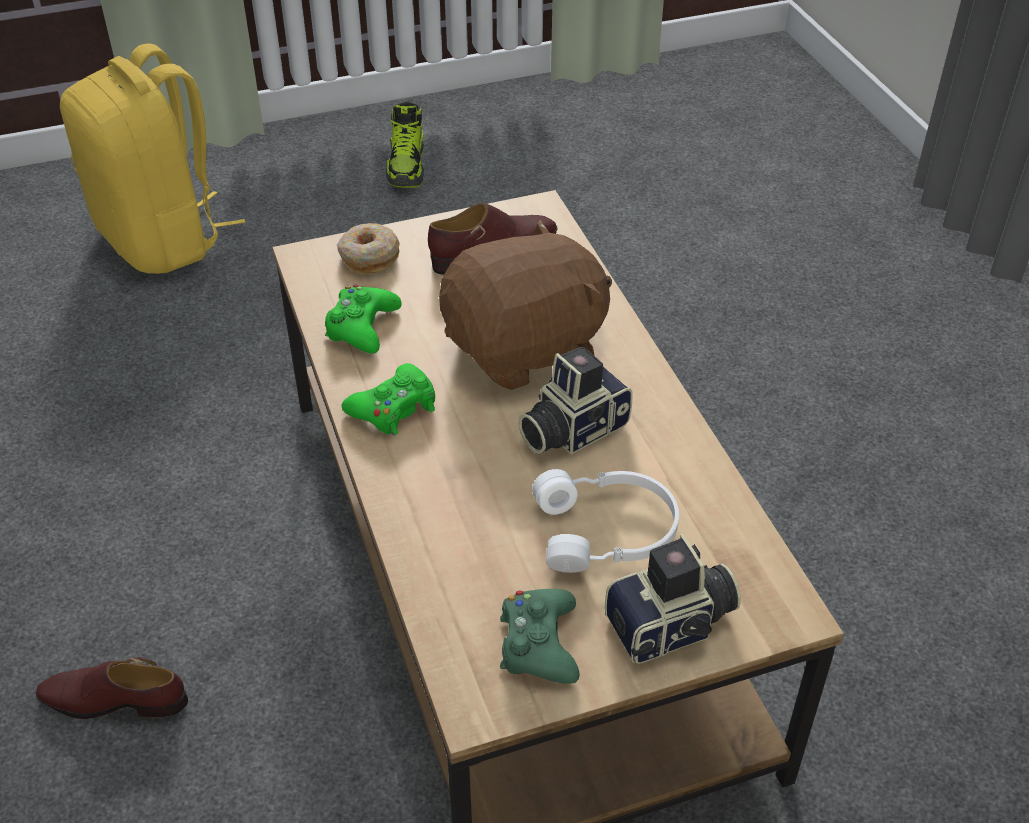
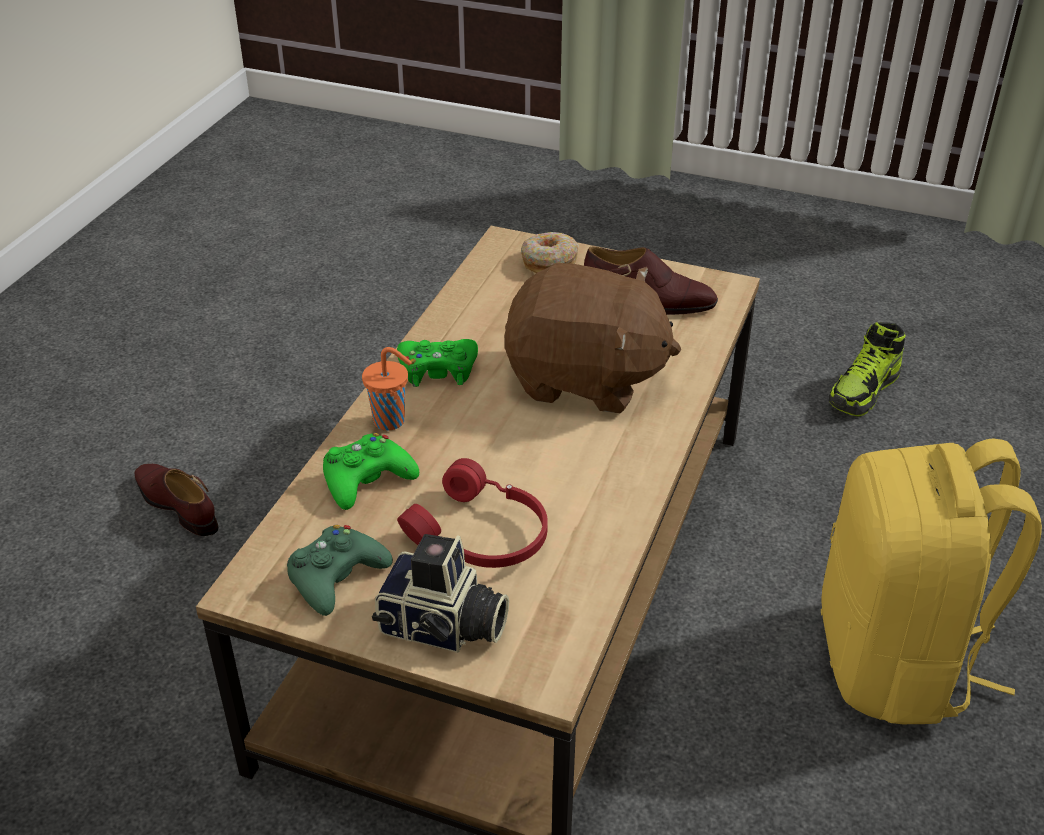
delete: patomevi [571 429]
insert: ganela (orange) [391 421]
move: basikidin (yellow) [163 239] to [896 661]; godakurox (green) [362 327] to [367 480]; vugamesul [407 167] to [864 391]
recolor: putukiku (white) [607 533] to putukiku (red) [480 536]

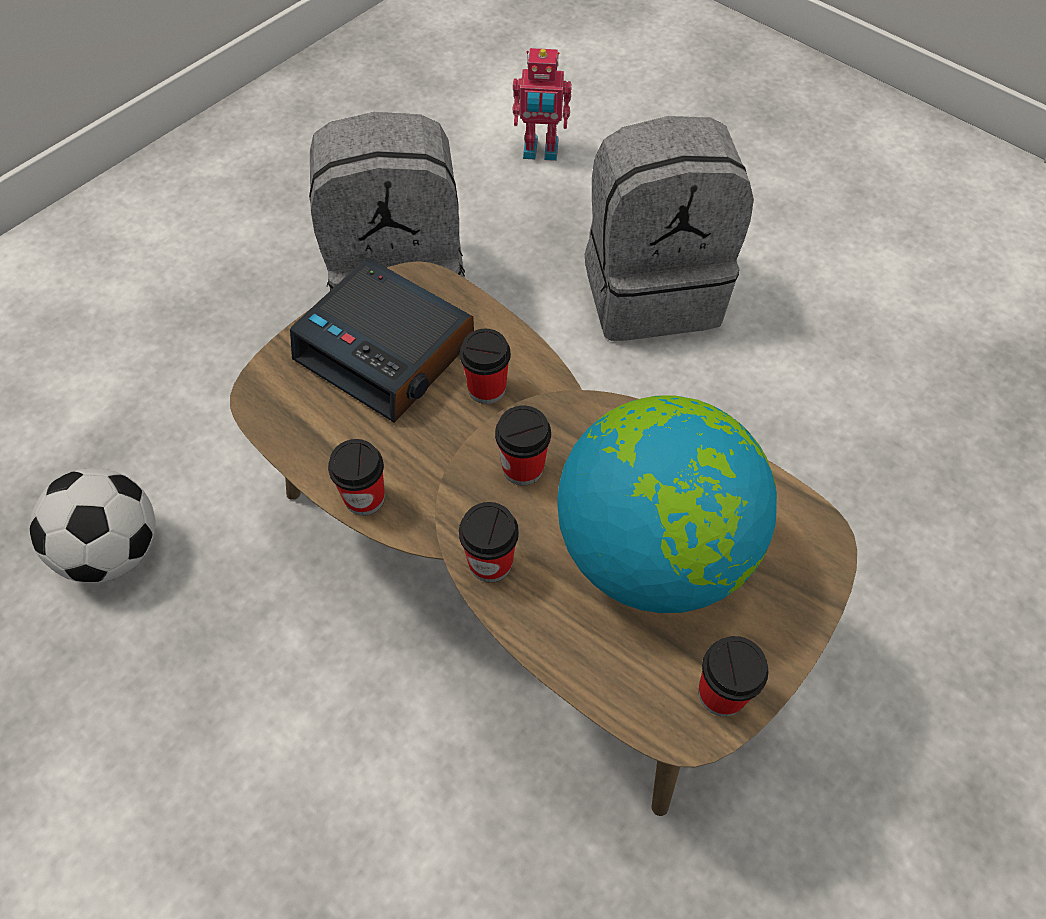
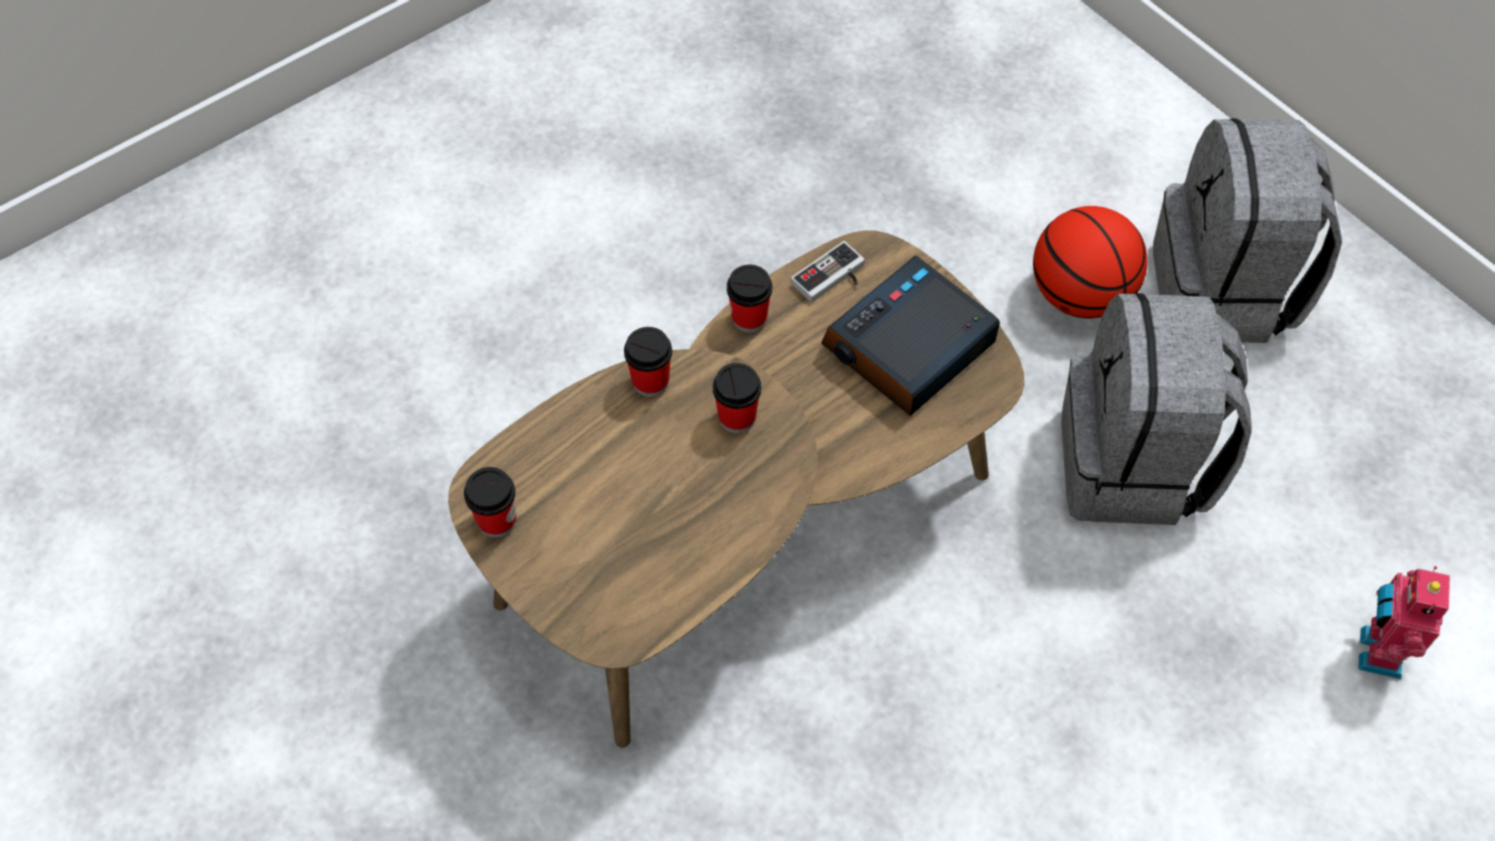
delete: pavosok [114 551]; ganela [487 389]; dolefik [653 551]
insert: godakurox [832 279]; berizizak [1079 295]
move: basikidin (grey) [652 290] to [1223 291]

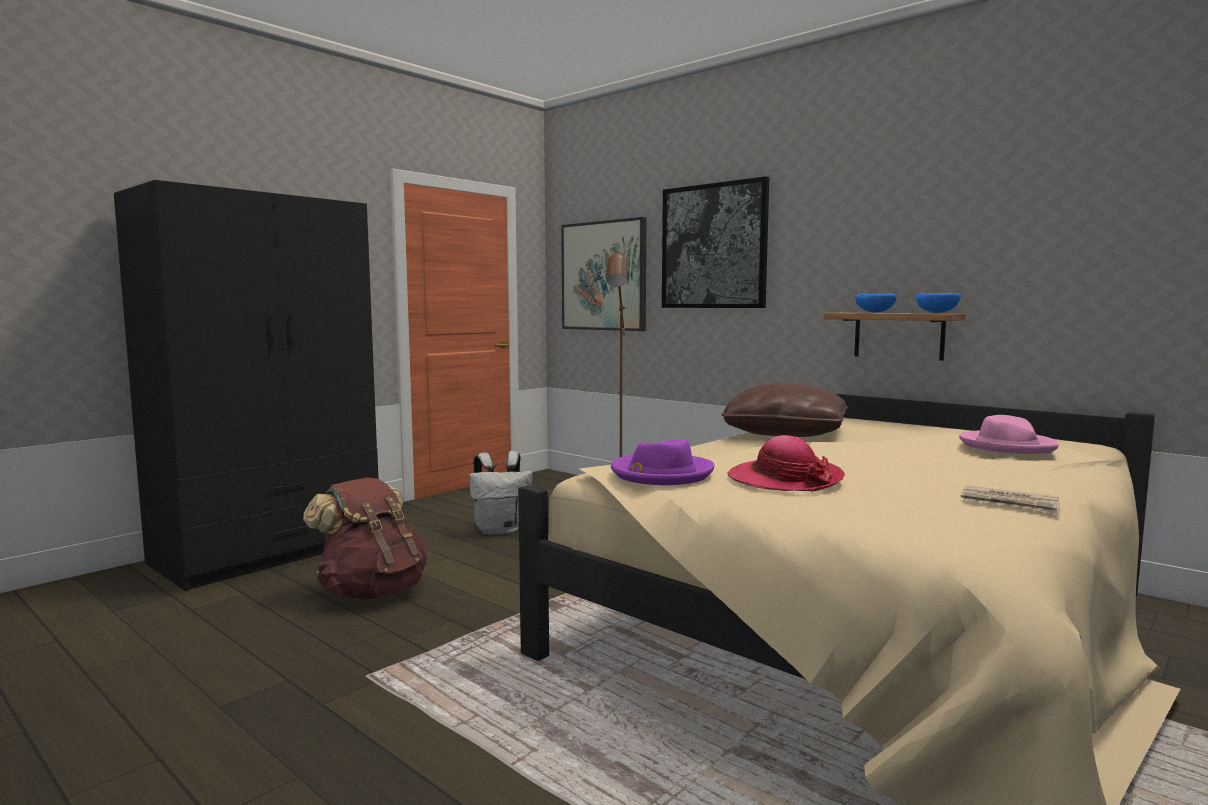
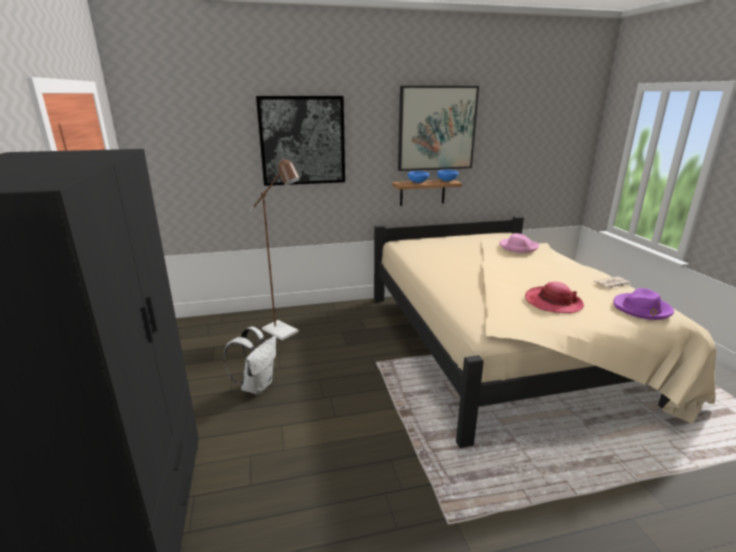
delete: basikidin (brown) [372 592]; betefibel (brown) [785 434]
move: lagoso [604 276] to [436 128]; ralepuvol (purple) [661 474] to [642 309]

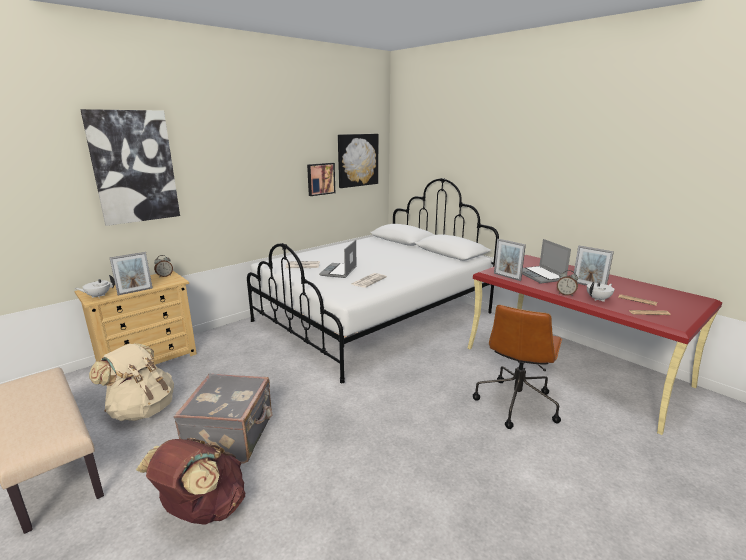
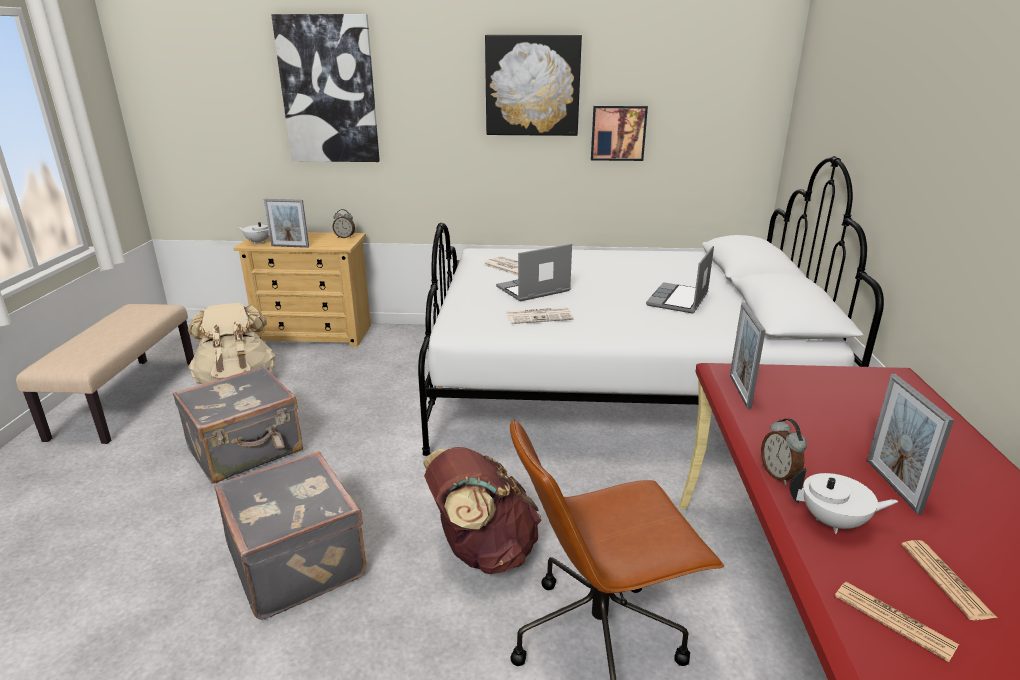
insert: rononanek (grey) [299 560]
move: basikidin (brown) [202 510] to [482 551]; lagoso [357 160] to [532 86]; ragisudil [541 276] to [678 300]

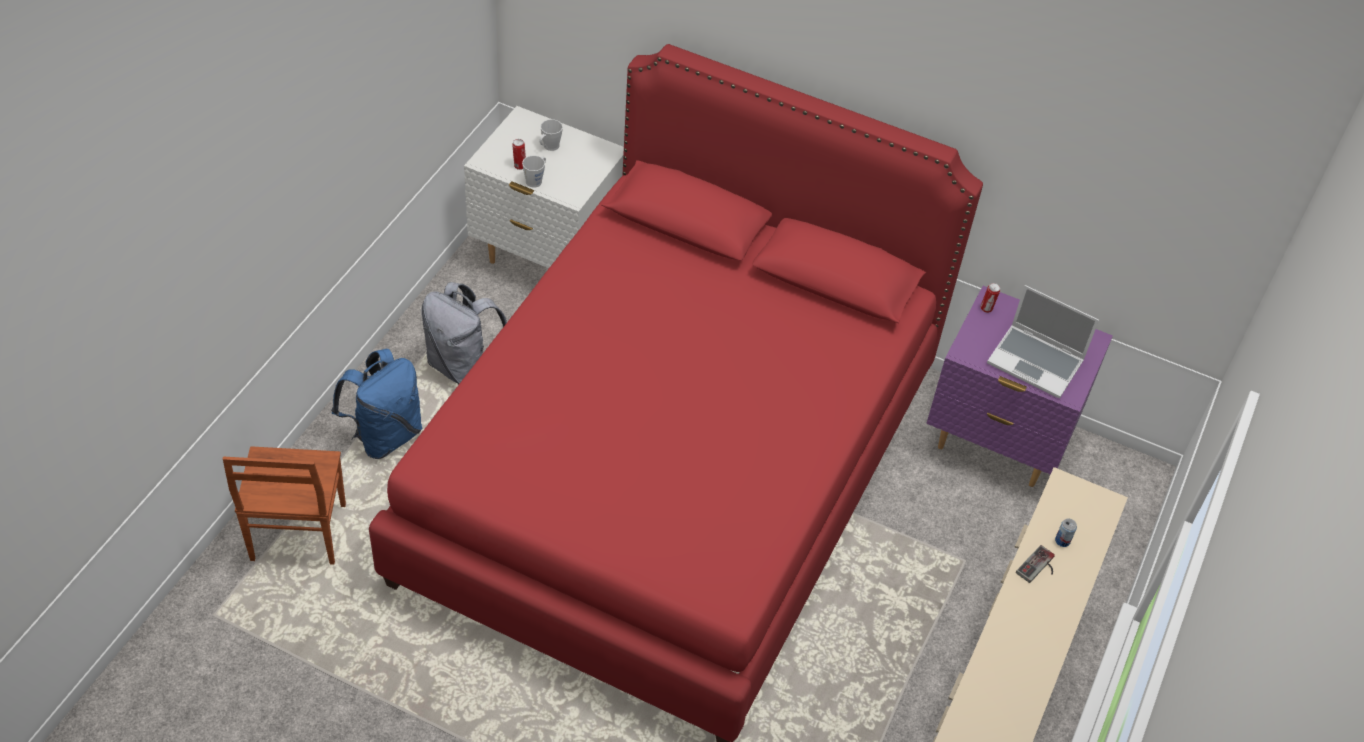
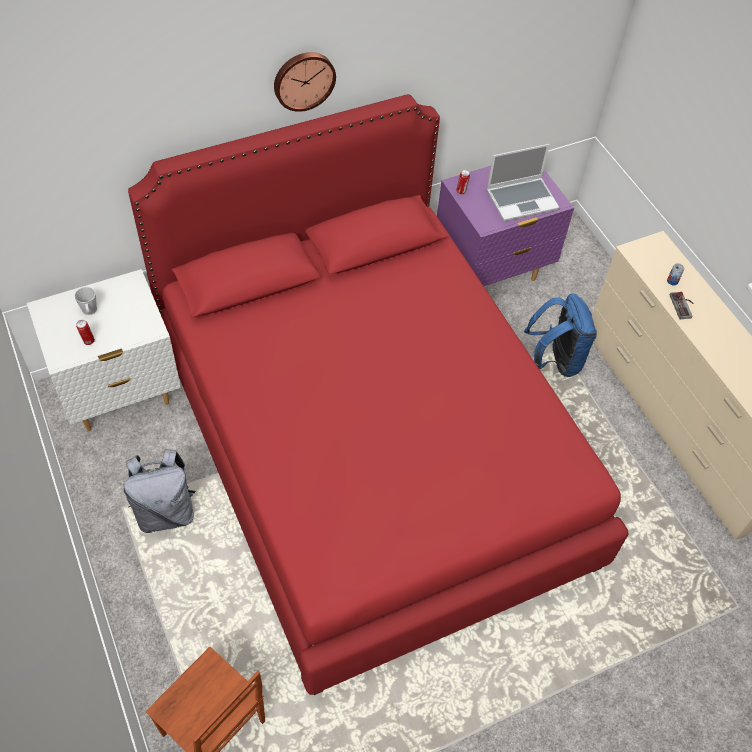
delete: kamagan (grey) [536 180]
insert: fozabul [303 80]
move: basikidin (blue) [385 435] to [555 360]

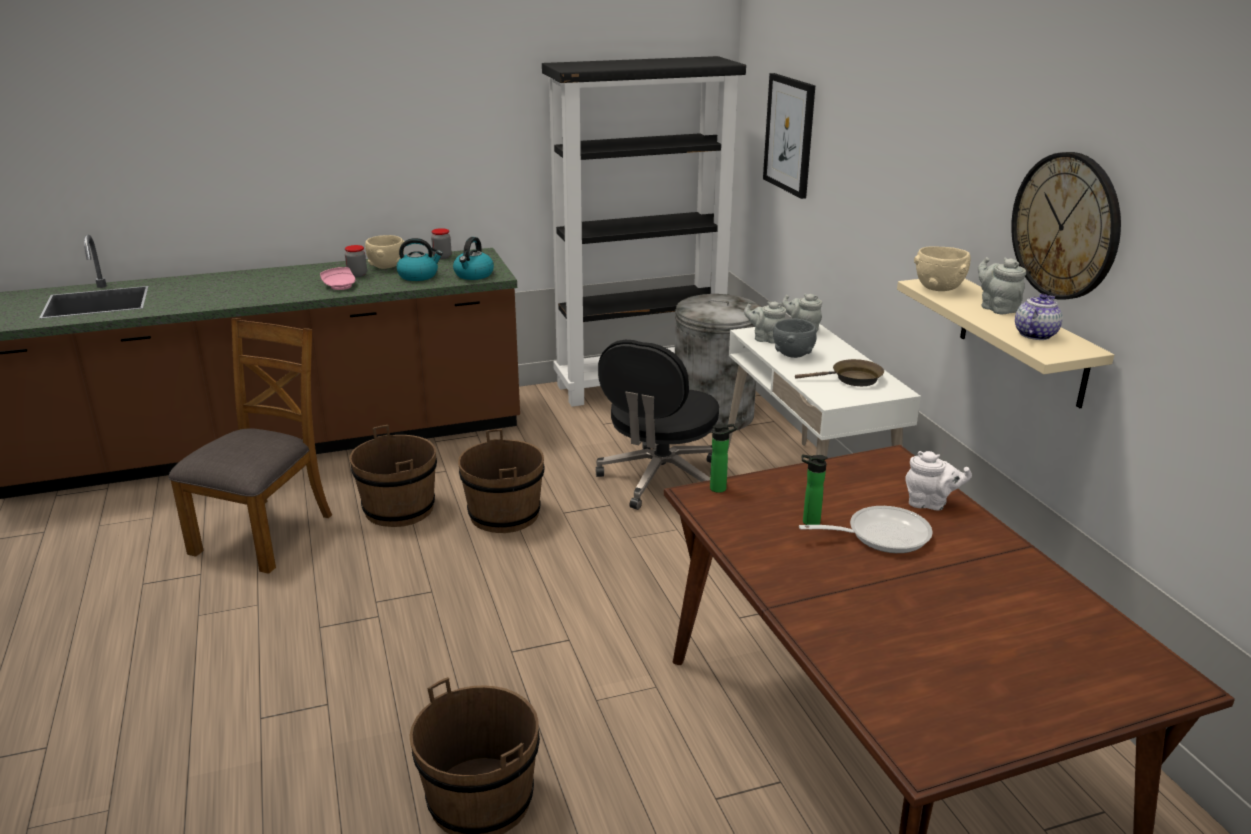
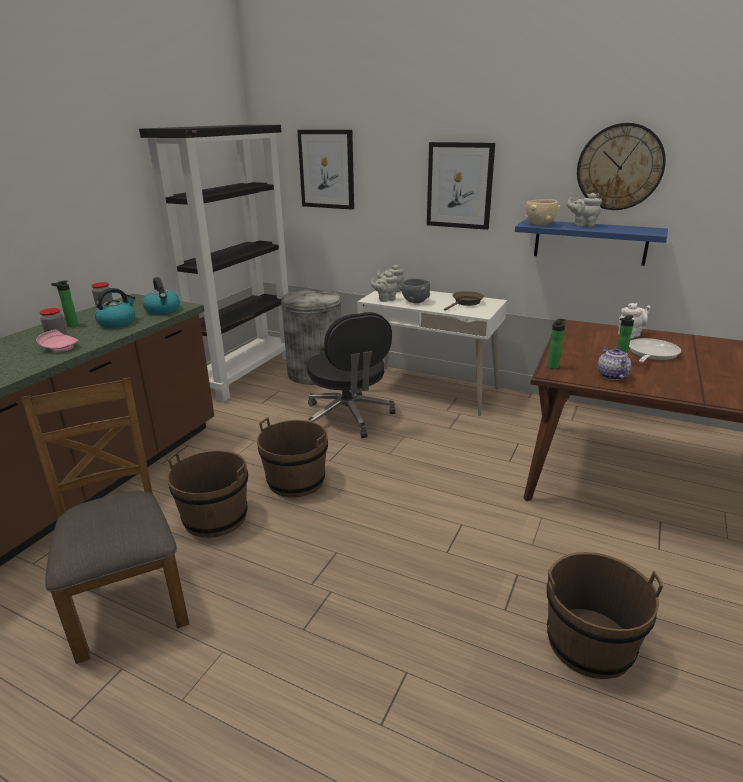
insert: lagoso [459 185]
move: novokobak [1035 334] to [611 375]
replace: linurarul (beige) [386 266] to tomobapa [70 325]
recolor: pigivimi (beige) [1022 340] to pigivimi (blue) [590 242]

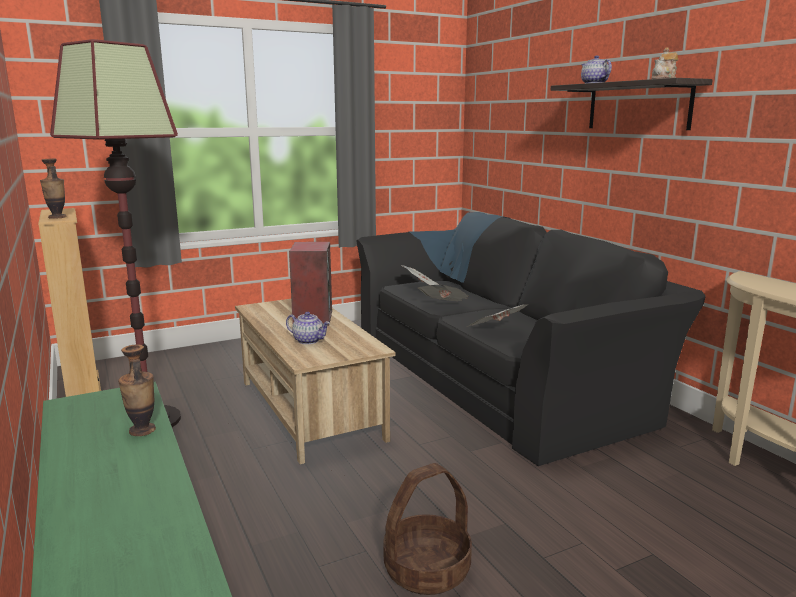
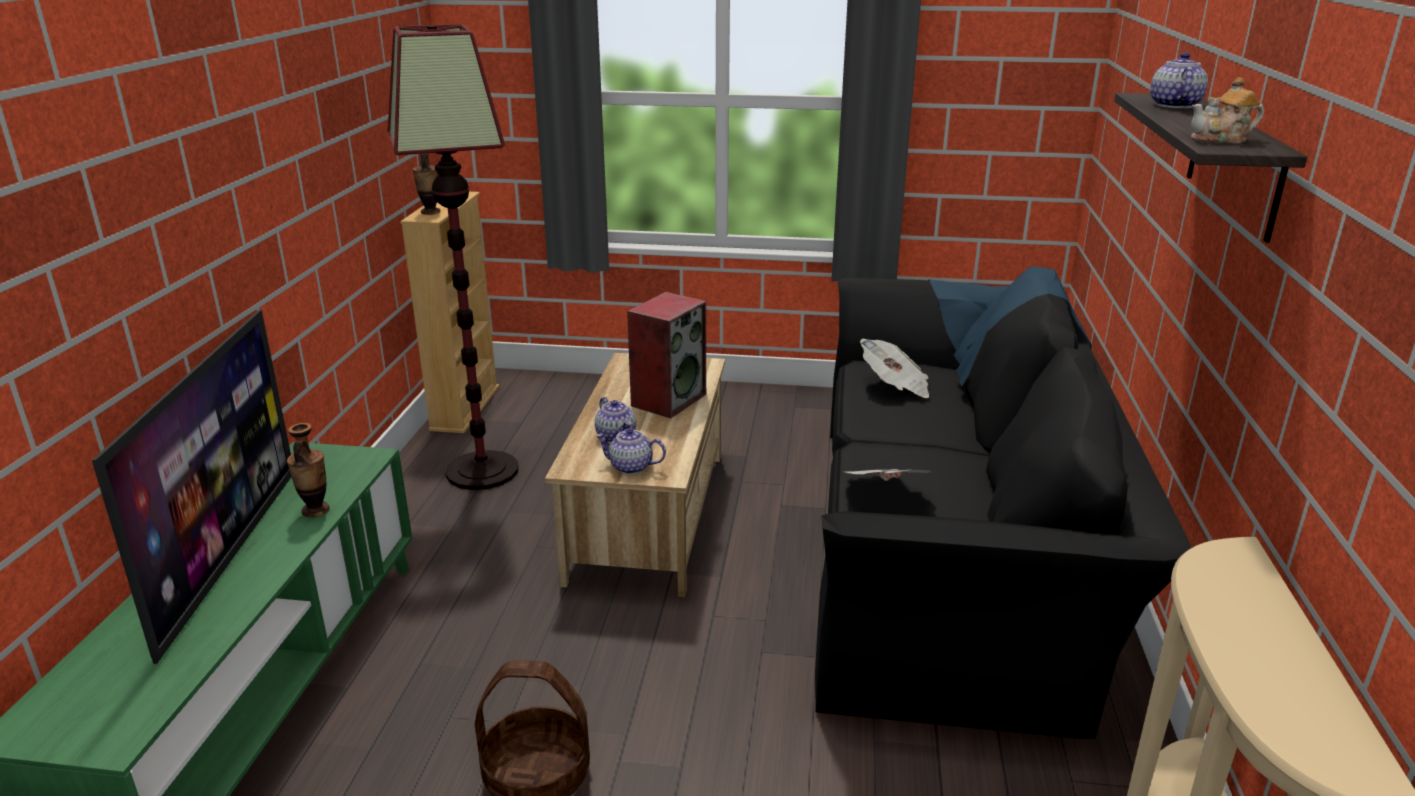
delete: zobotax [444 307]
insert: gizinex [229 554]; novokobak [630 467]

